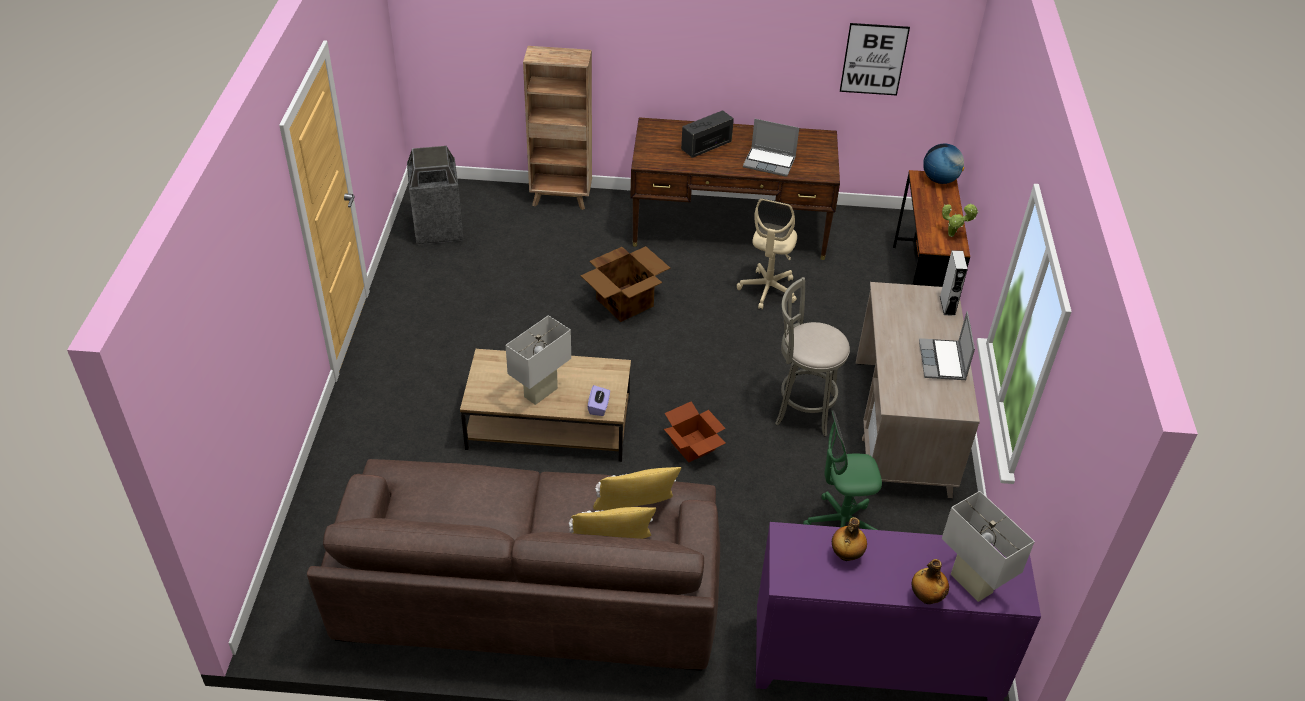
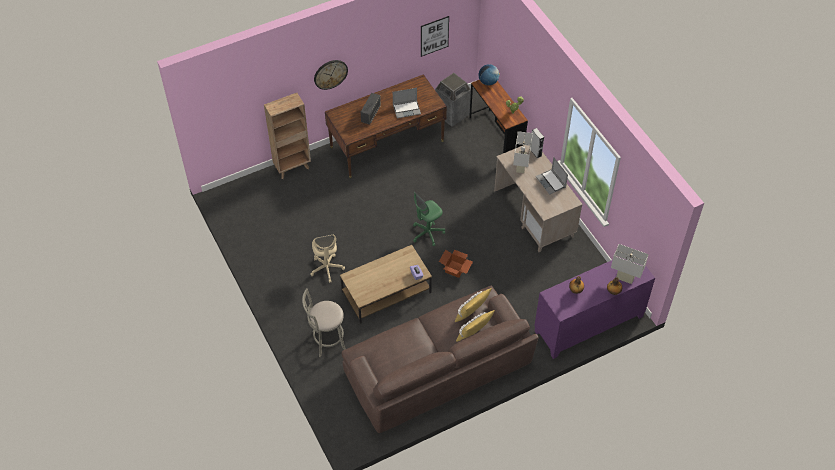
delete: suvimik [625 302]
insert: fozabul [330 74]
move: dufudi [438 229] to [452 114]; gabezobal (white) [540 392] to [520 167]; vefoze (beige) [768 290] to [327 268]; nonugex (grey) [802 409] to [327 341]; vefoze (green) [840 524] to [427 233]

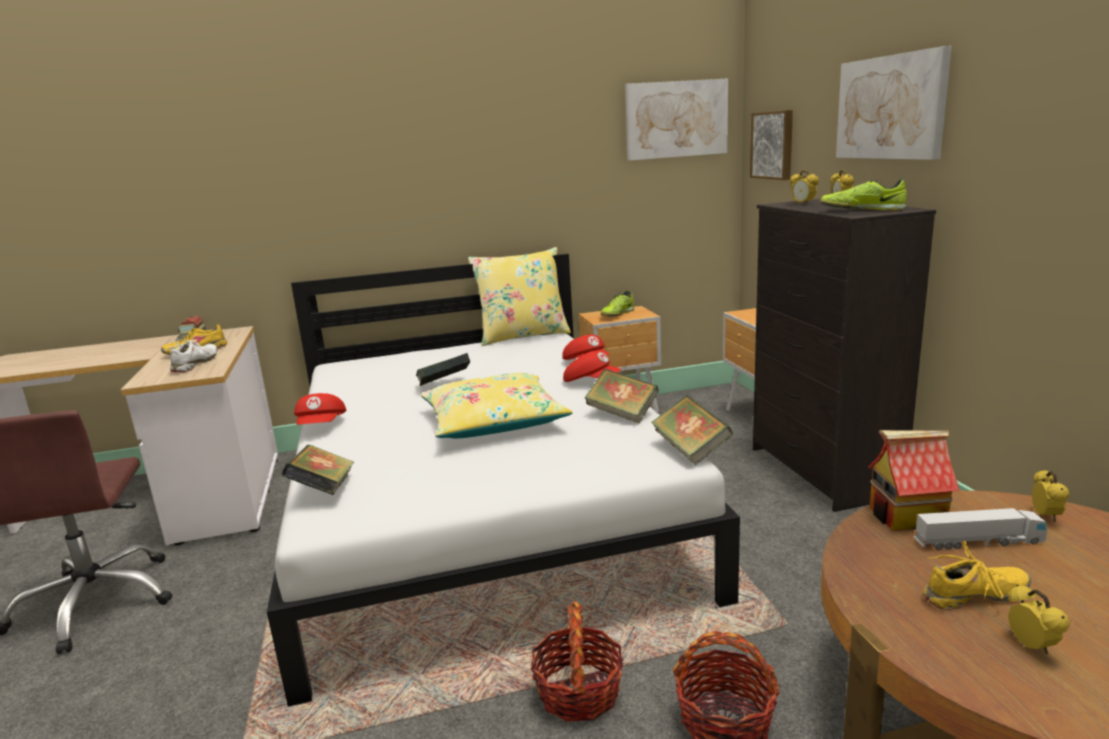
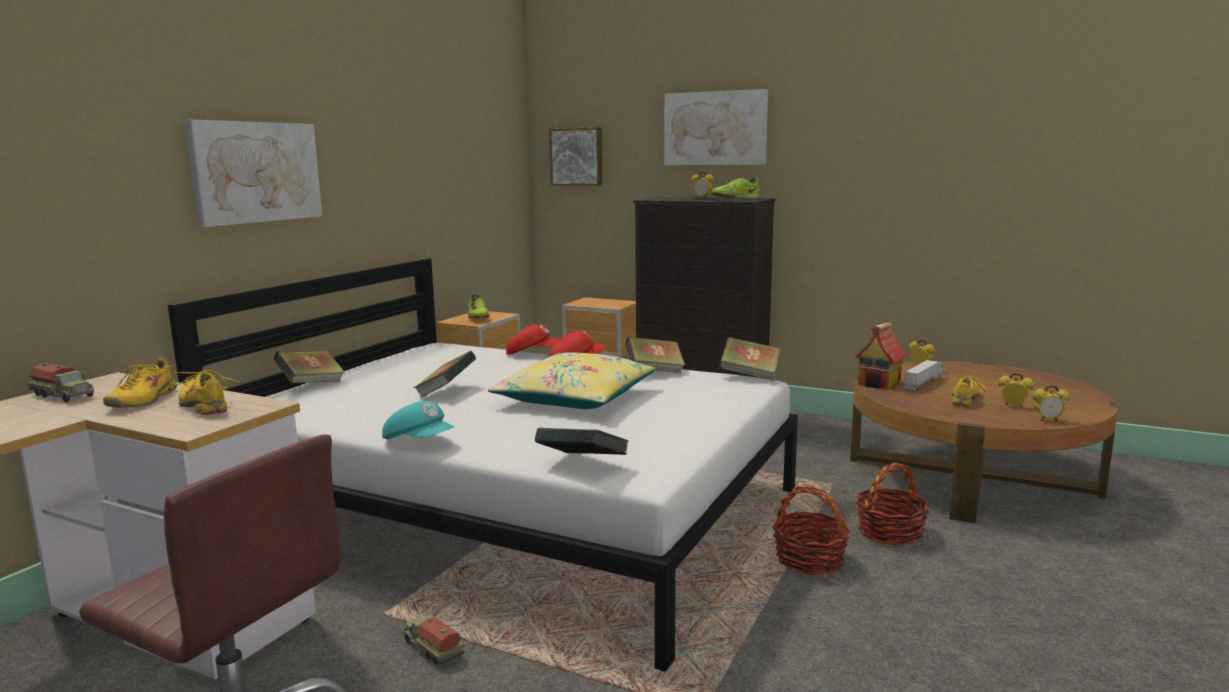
delete: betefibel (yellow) [523 336]
insert: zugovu [311 384]; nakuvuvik [432 648]
move: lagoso [676 119] to [256 172]; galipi [803 204] to [1048 420]
recolor: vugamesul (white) [195 364] to vugamesul (yellow) [205 406]; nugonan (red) [322 426] to nugonan (turquoise) [419 442]

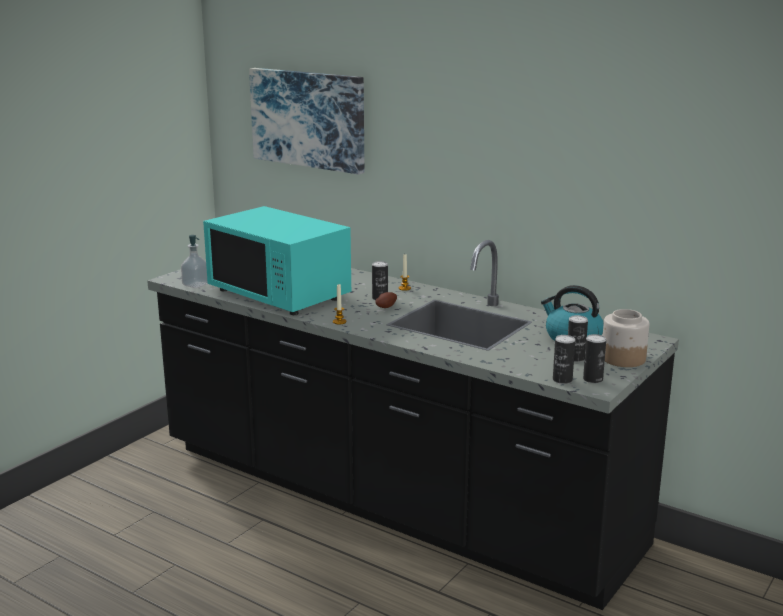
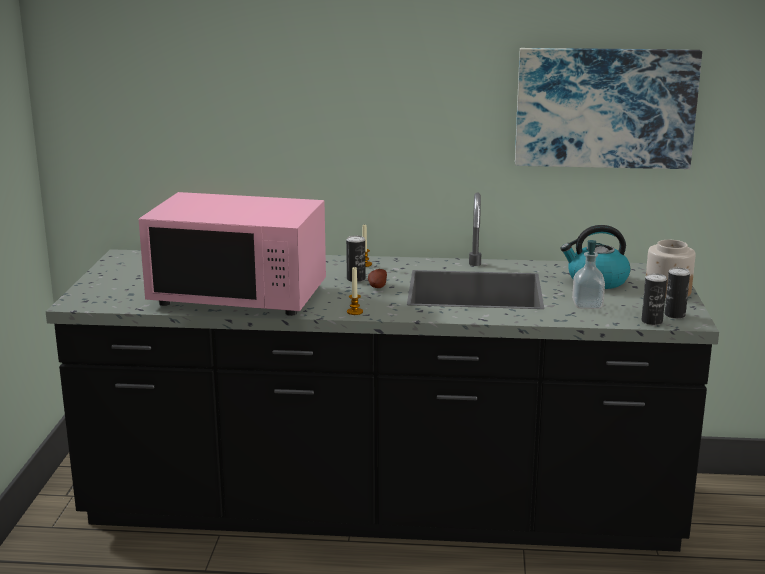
delete: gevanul [575 358]
move: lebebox [196 285] to [587 305]; lagoso [309 119] to [604 107]
recolor: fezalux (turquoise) [280 294] to fezalux (pink) [239 296]

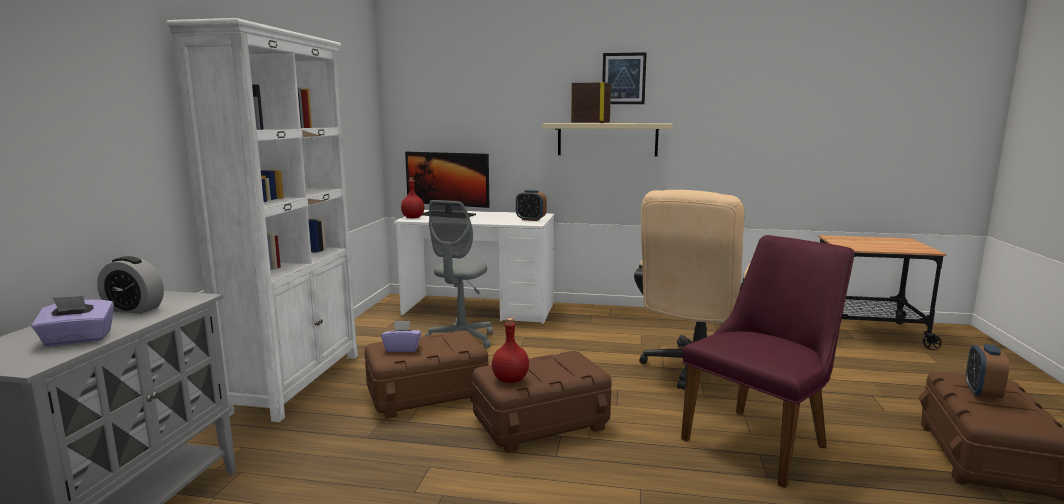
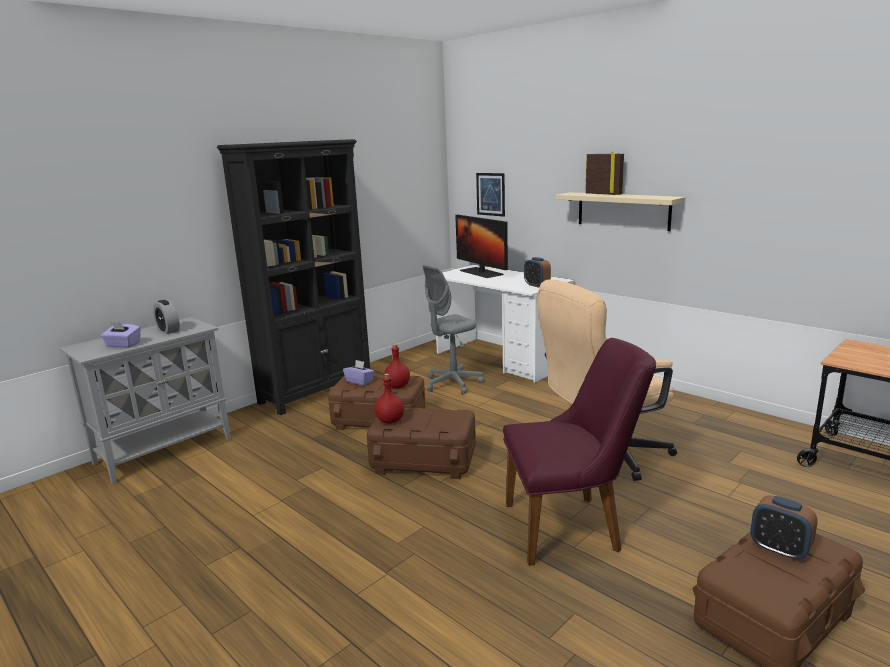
move: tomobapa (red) [412 218] to [397 386]; lagoso [623 78] to [490 194]
recolor: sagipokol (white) [297 382] to sagipokol (black) [317 391]
rotate: galipi [982 393] = [779 550] 105 degrees counterclockwise

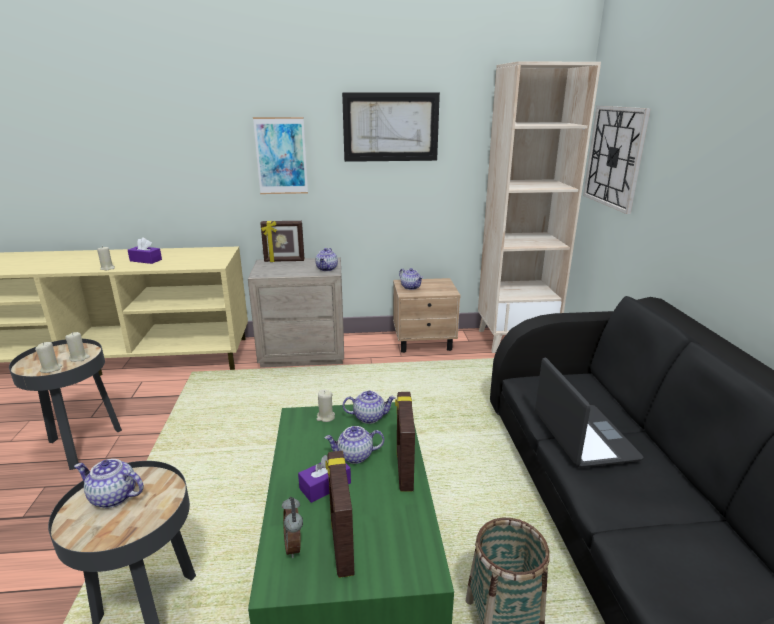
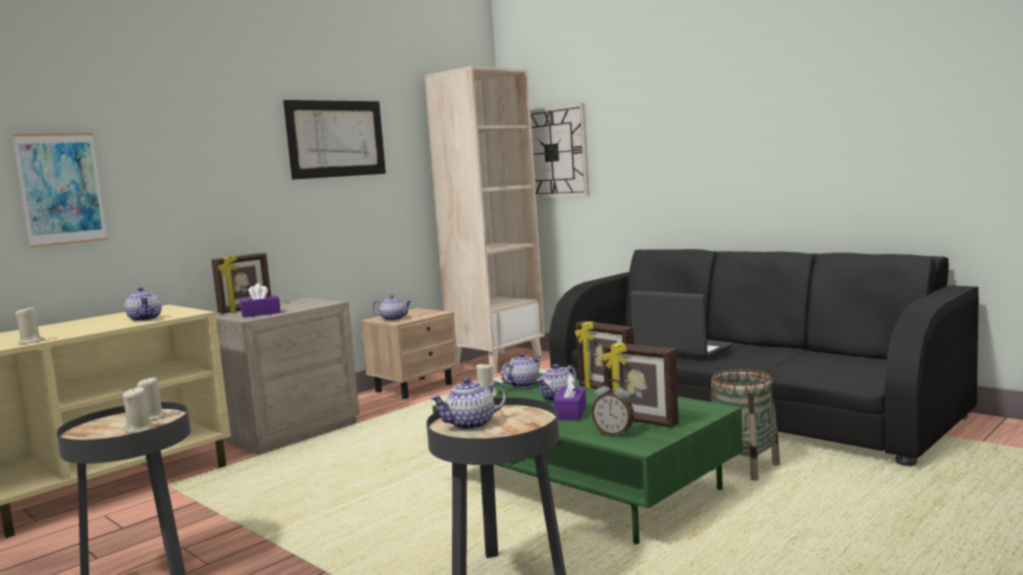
move: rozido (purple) [146 260] to [261 313]; lagoso [281 156] to [61 189]; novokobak [327 269] to [145 319]

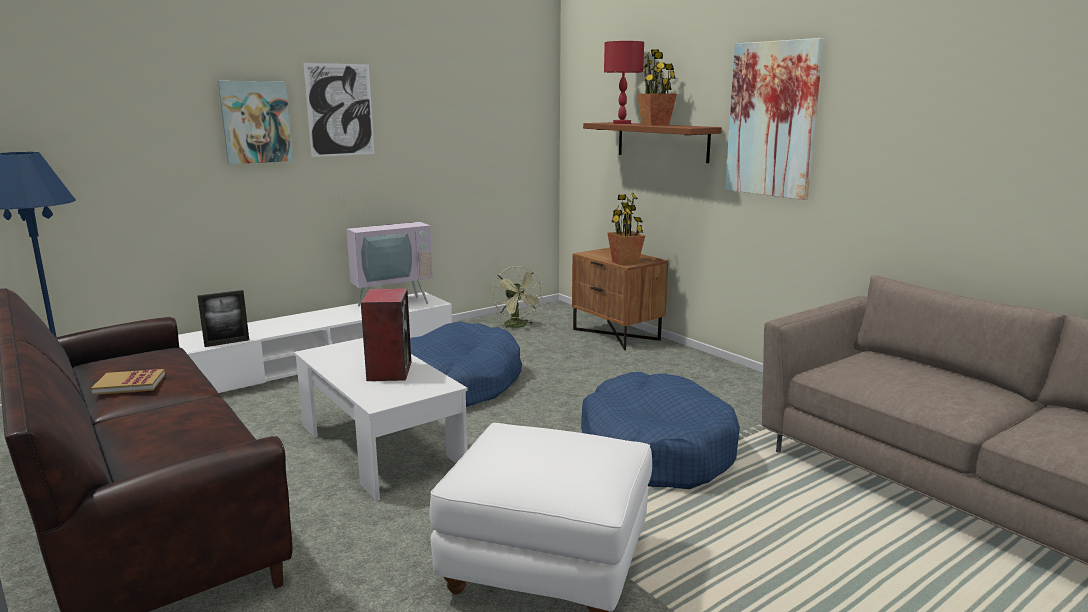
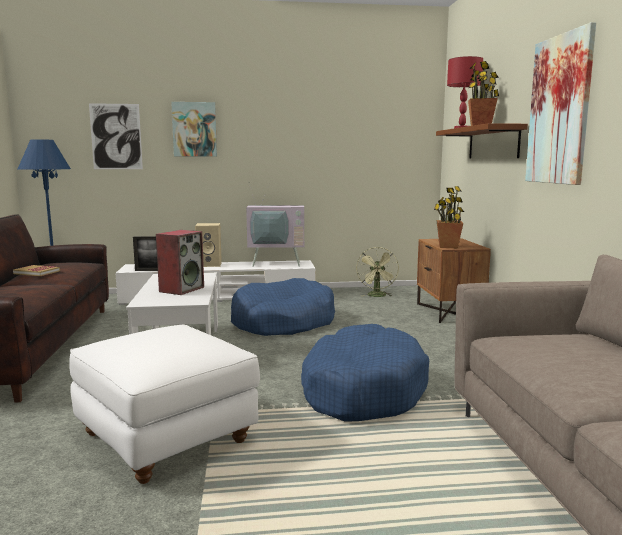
insert: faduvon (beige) [210 264]
move: lagoso [340 110] to [116 136]

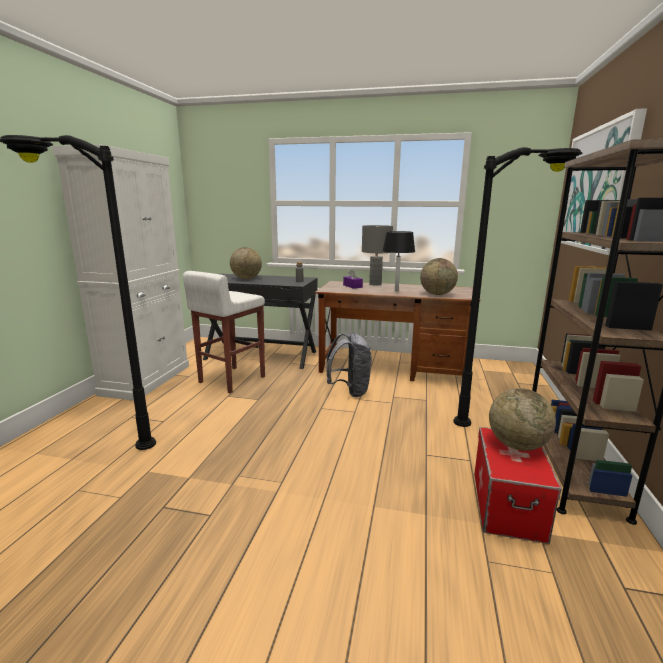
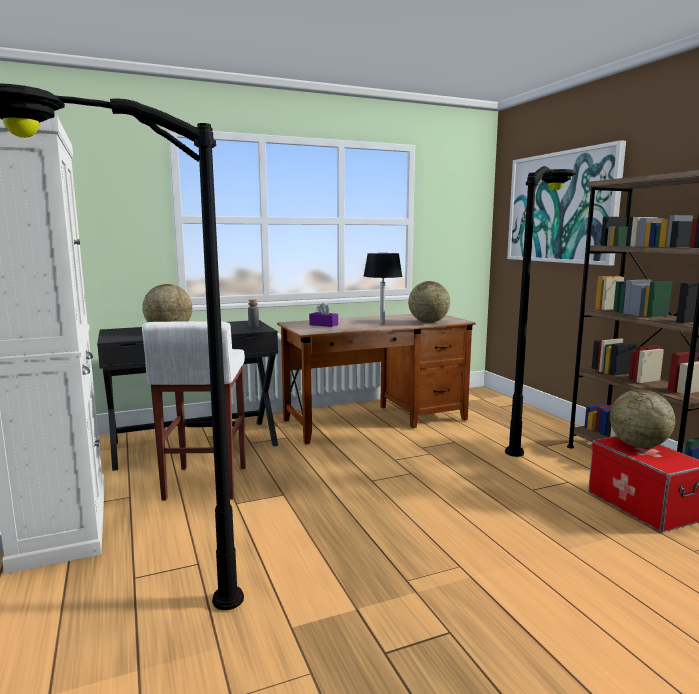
delete: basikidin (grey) [350 391]; gabezobal (grey) [375 284]

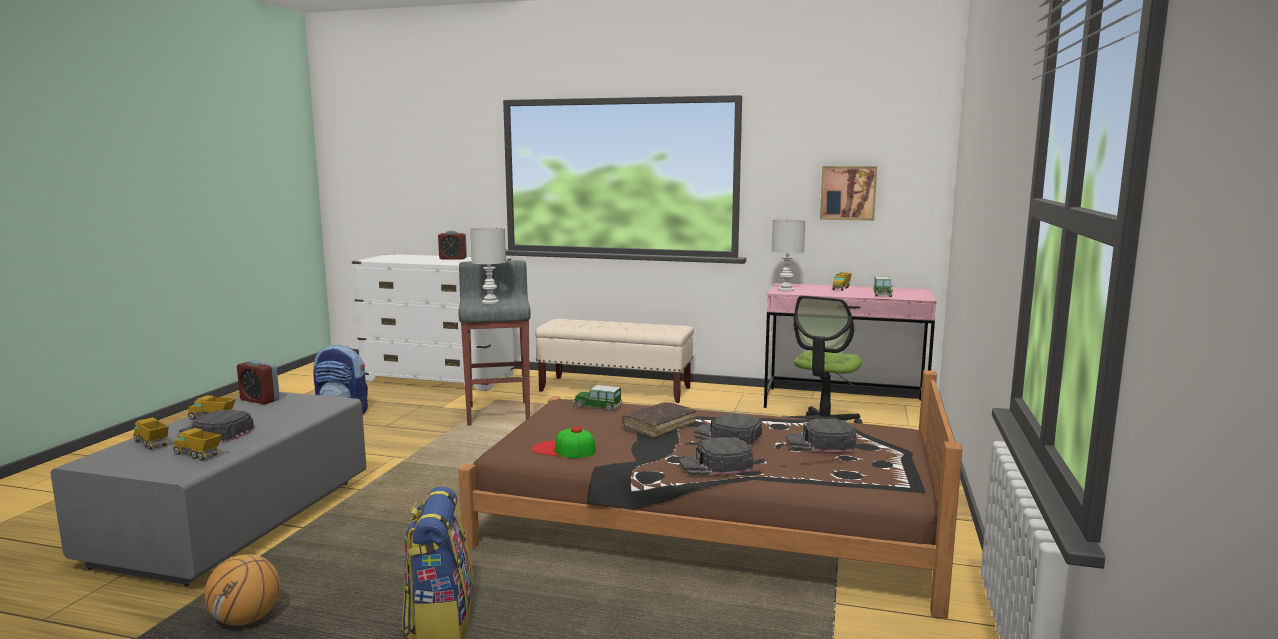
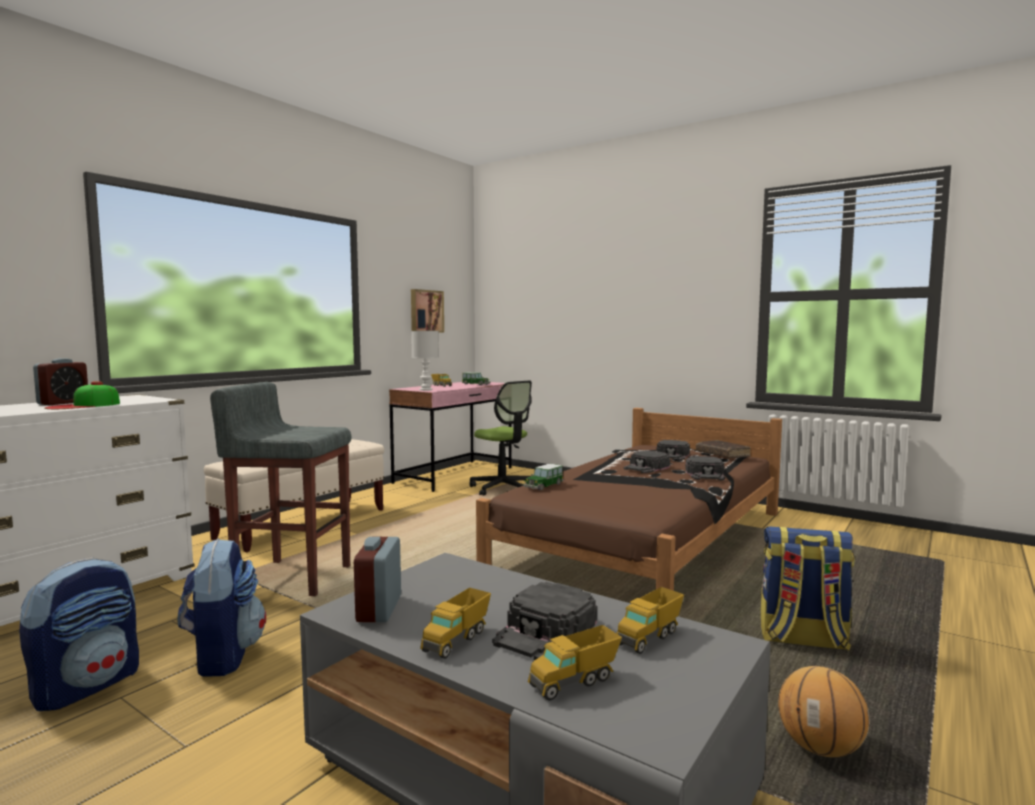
delete: gabezobal (white) [491 302]
insert: basikidin [223 656]
move: nugonan [563 449] to [83 405]; zugovu (brown) [659 426] to [722 455]
rotate: galipi [260 400] = [379 609] 135 degrees clockwise

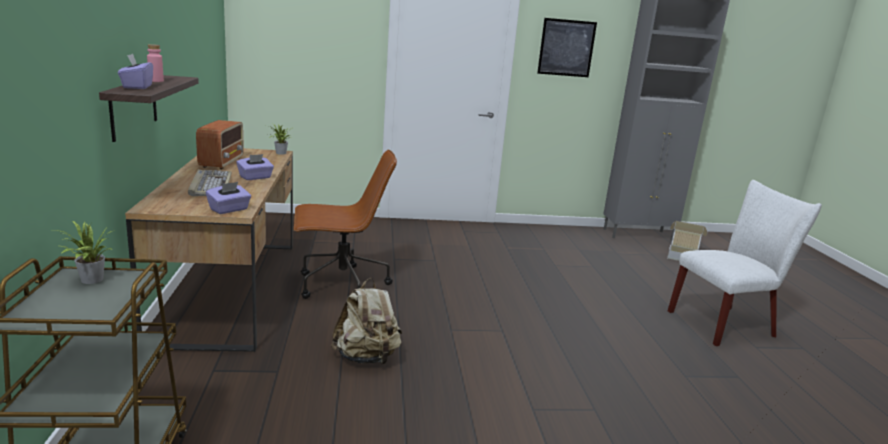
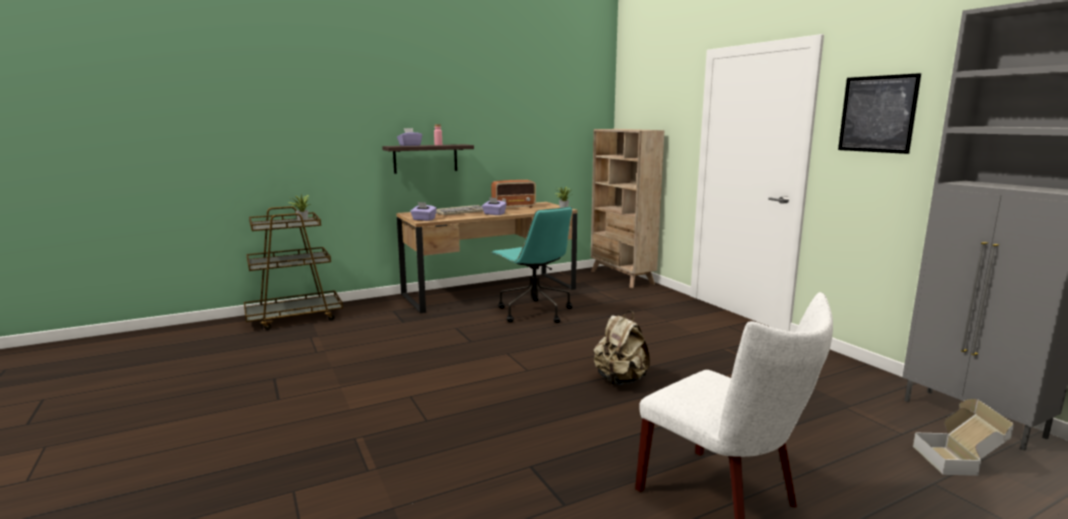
insert: sagipokol (beige) [621 278]
move: basikidin (beige) [367 357] to [620 380]
recolor: vefoze (brown) [341 286] to vefoze (turquoise) [533 312]

